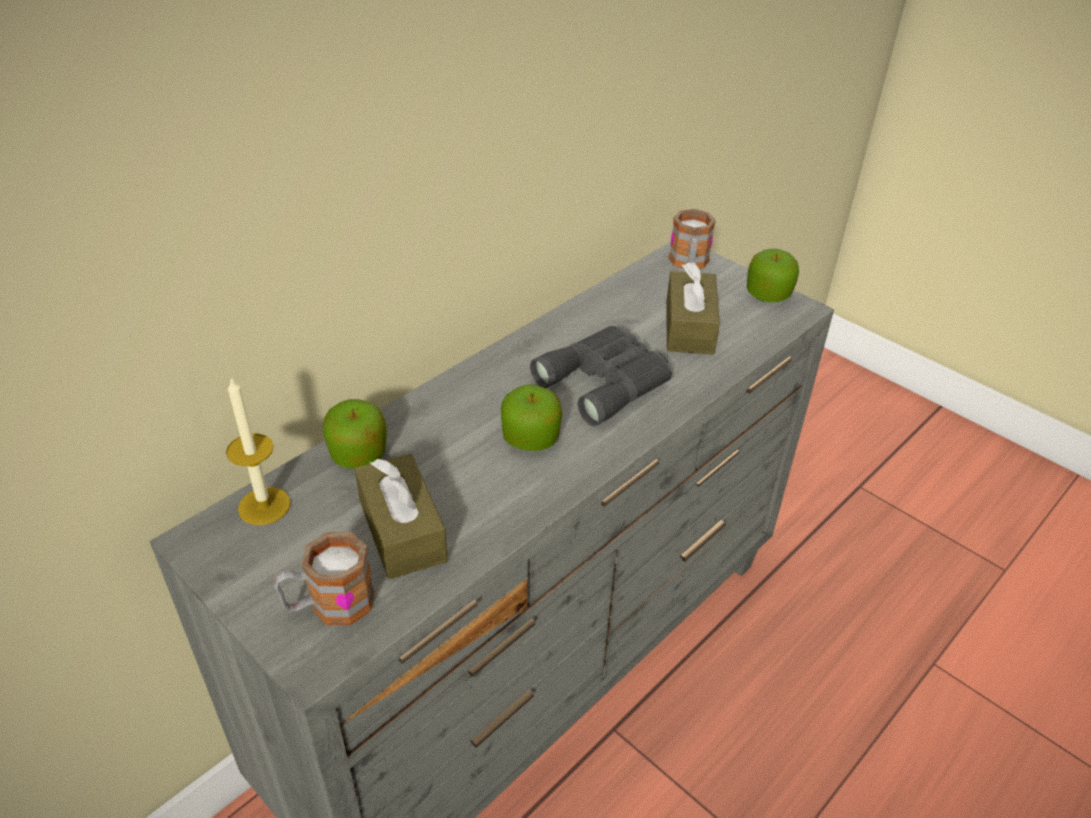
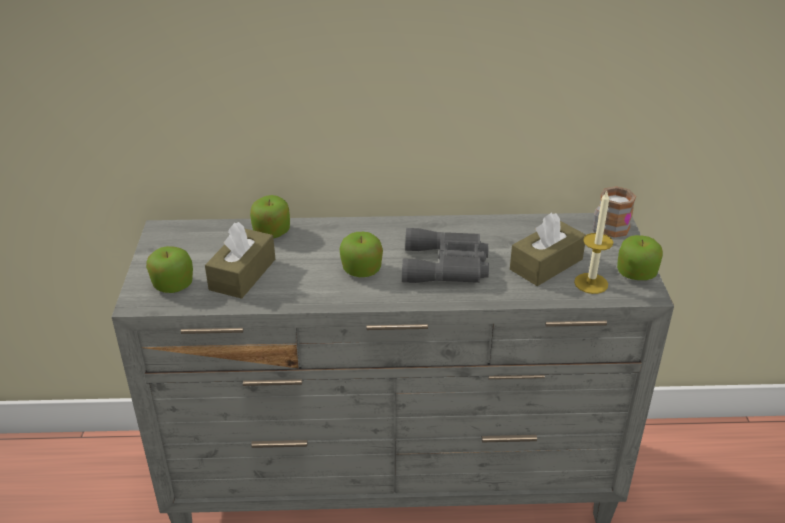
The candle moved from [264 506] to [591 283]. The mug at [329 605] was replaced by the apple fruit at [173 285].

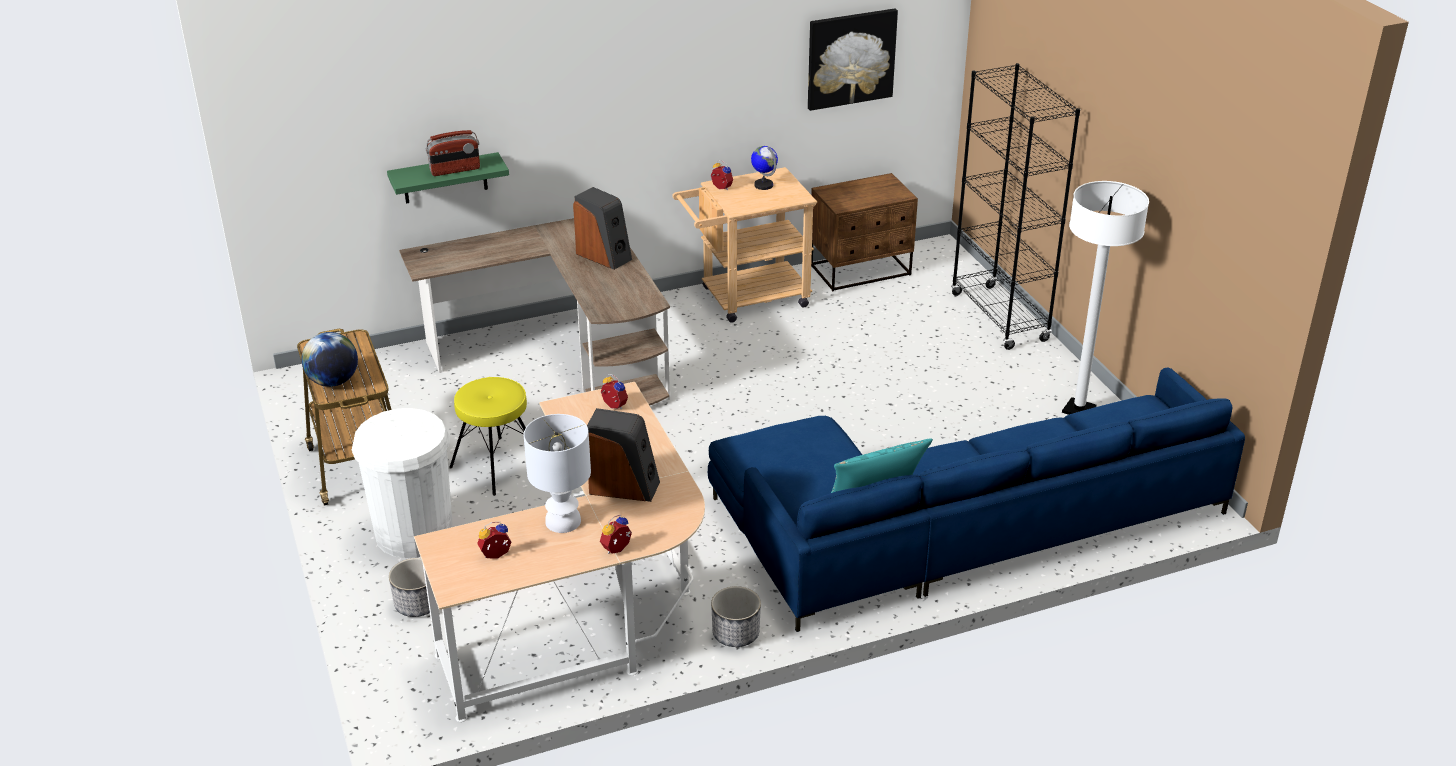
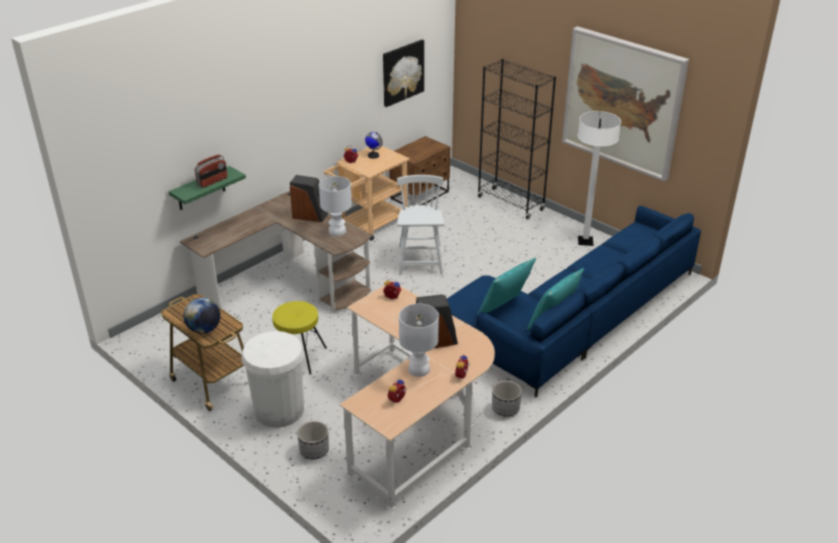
The white table lamp at [337 231] appeared. The white chair at [420 261] appeared. The turquoise pillow at [505 308] appeared. The picture at [622 102] appeared.

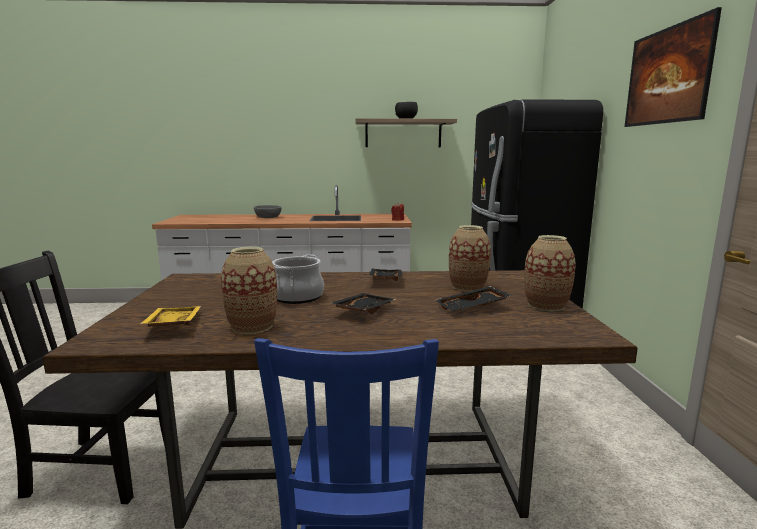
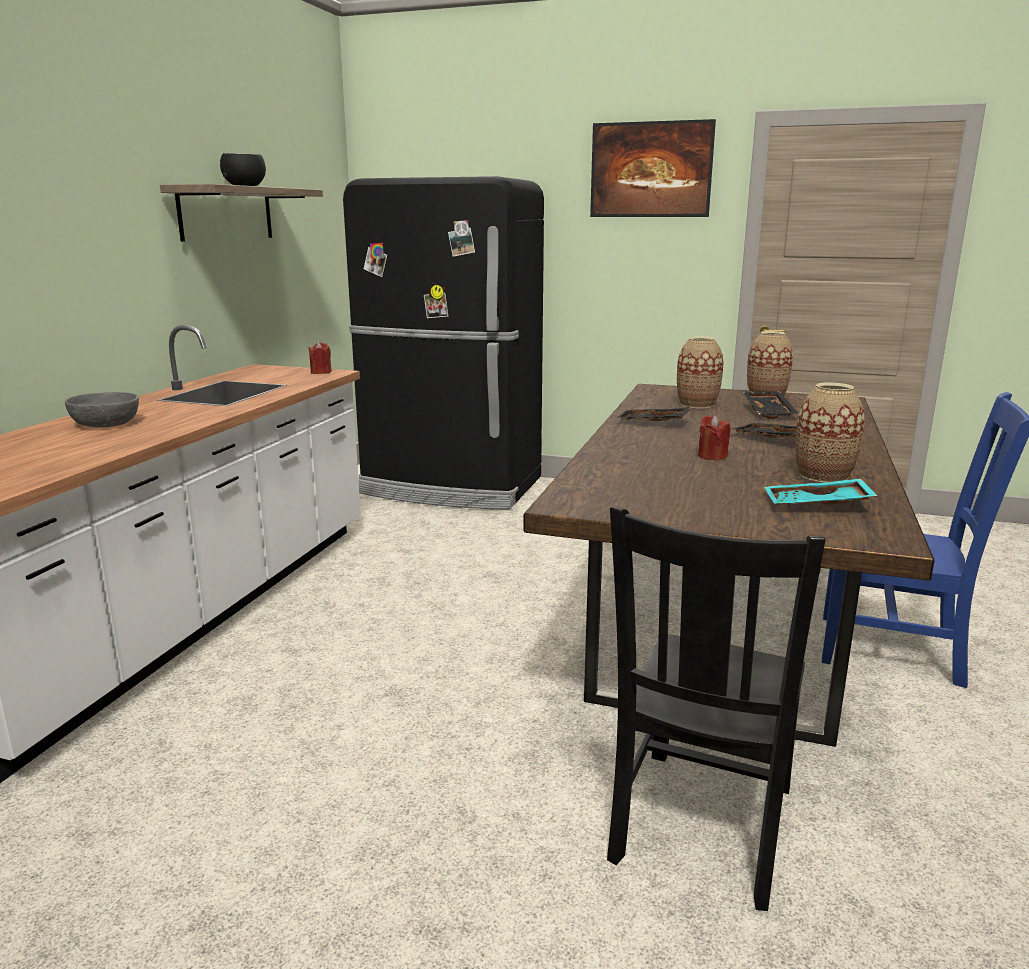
The yellowish serving tray at [172 325] became the turquoise serving tray at [817 505]. The stockpot at [297 297] was replaced by the red candle at [712 456].

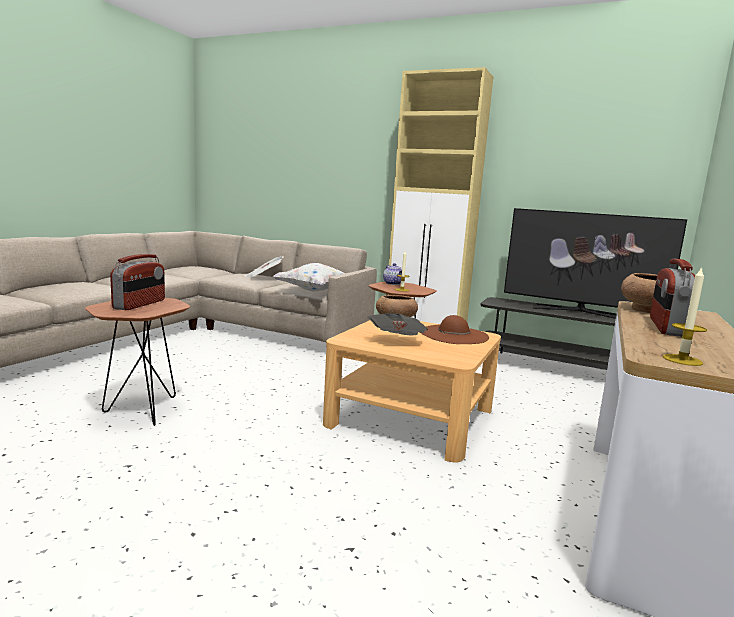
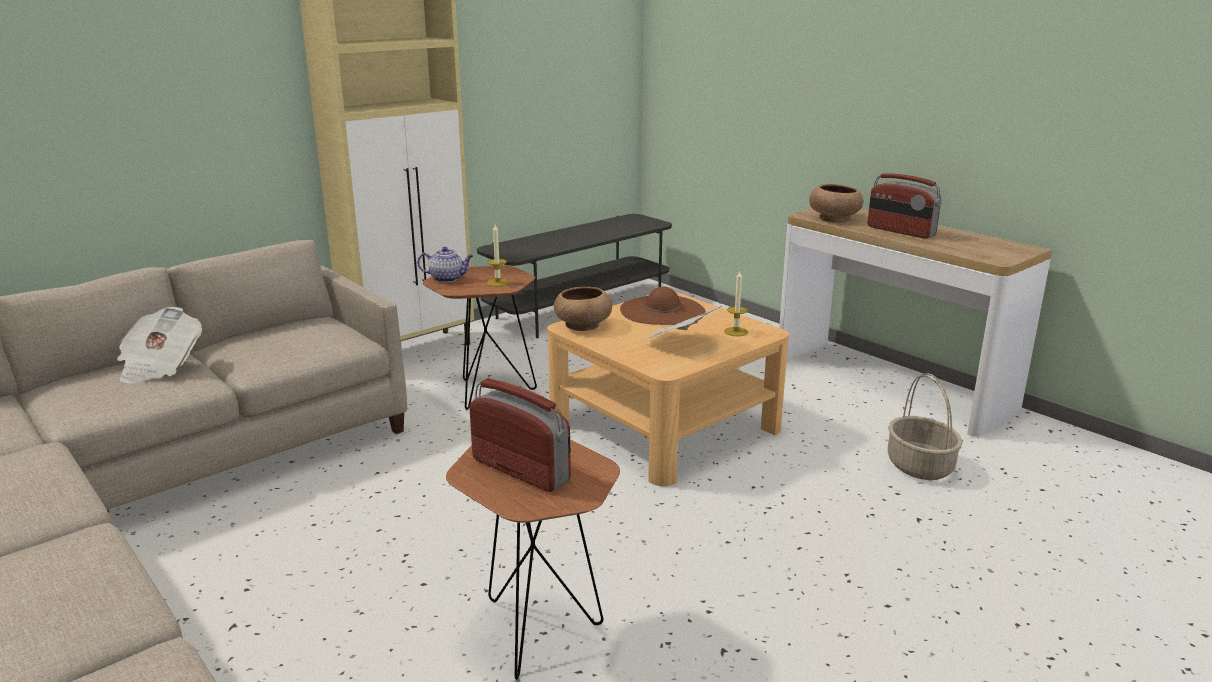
The white pillow at [314 291] disappeared. The TV set at [579 312] disappeared. The candle moved from [682 360] to [736 331]. The basket at [920 466] appeared.

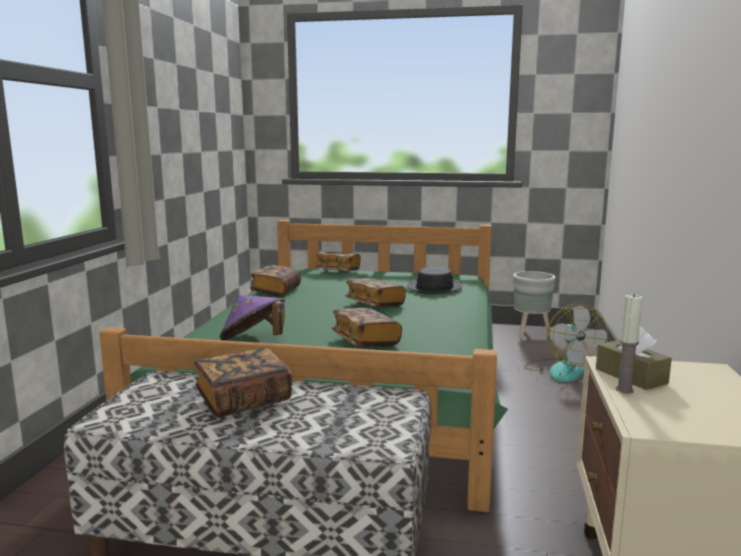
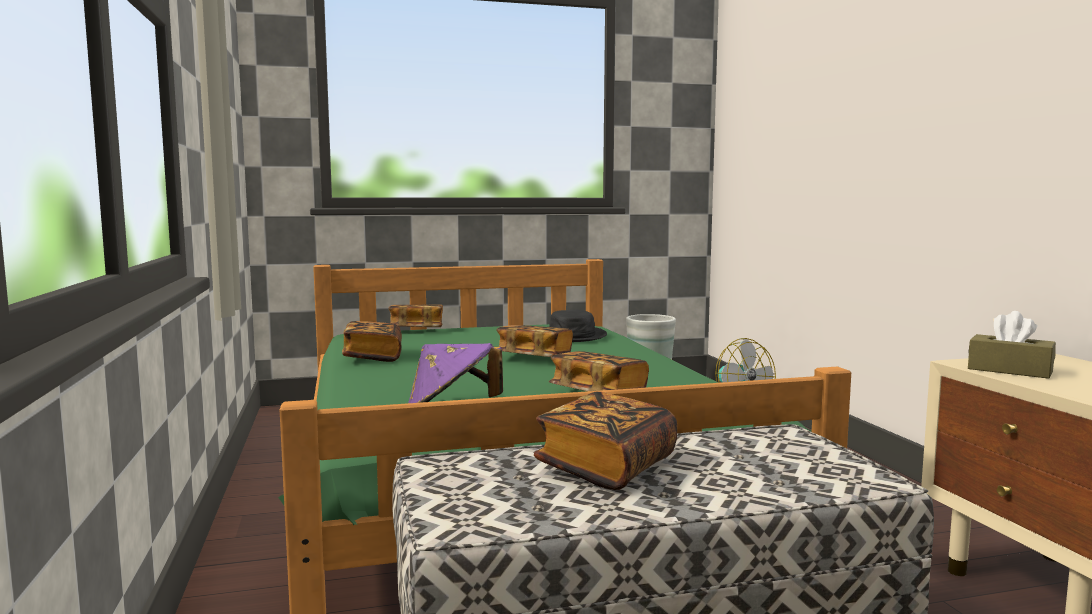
The candle at [624 390] disappeared.

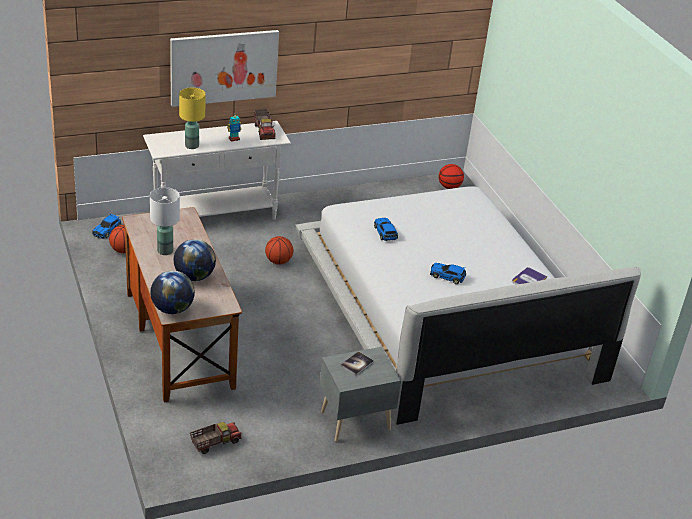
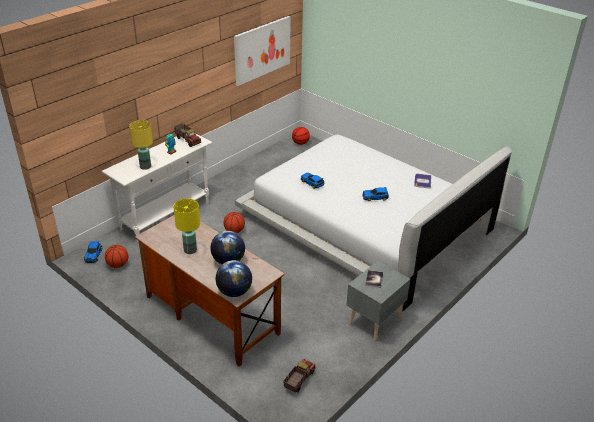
The white table lamp at [165 251] became the yellowish table lamp at [190 250]. The picture moved from [224 67] to [262 50].

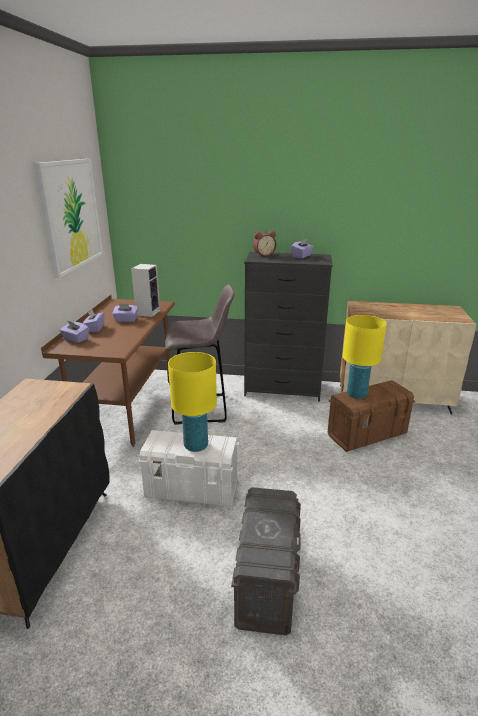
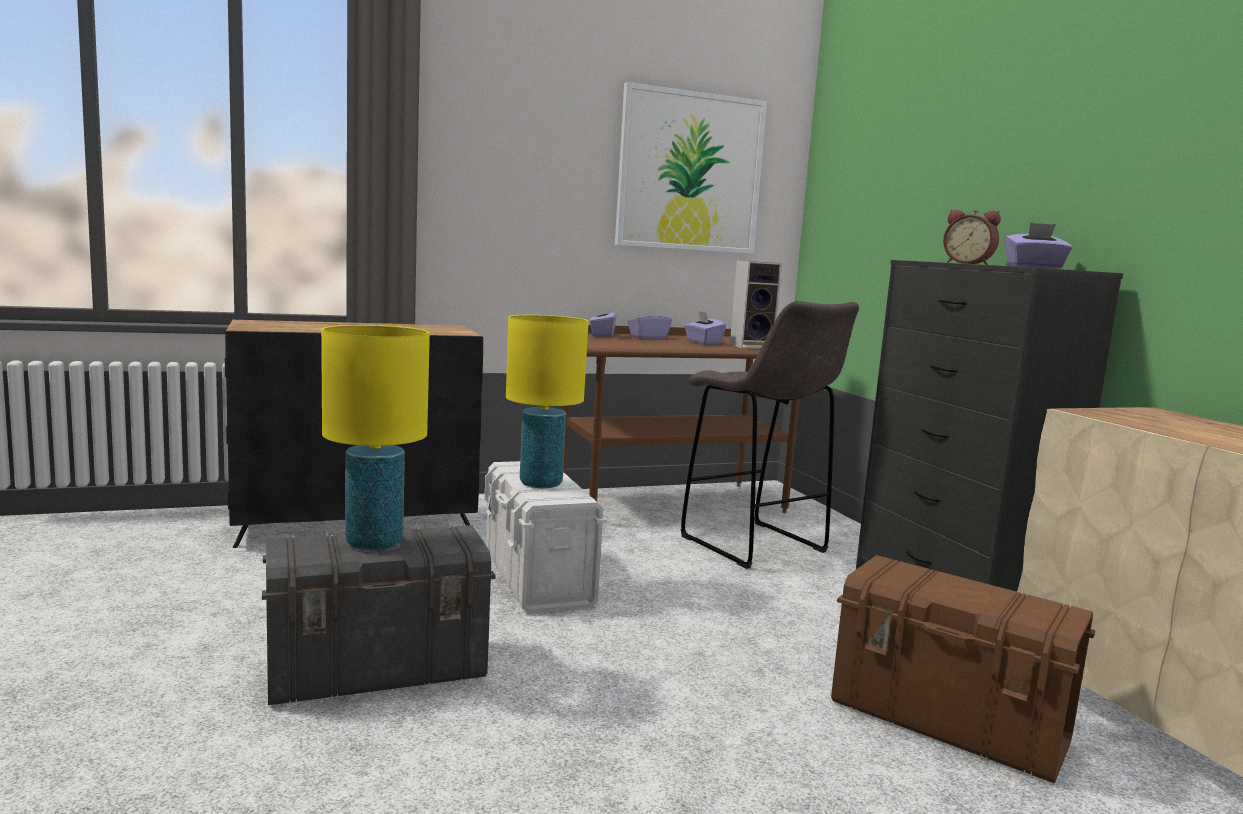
The yellowish table lamp moved from [357 394] to [374 543].

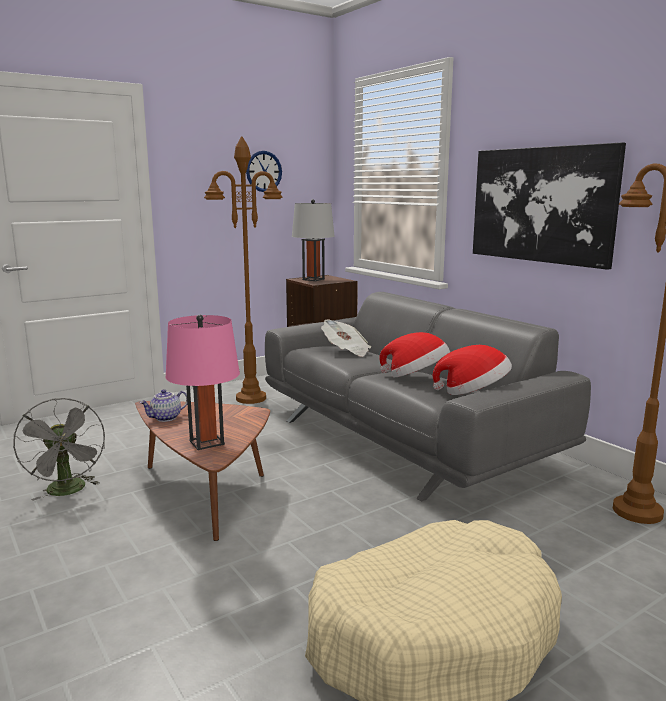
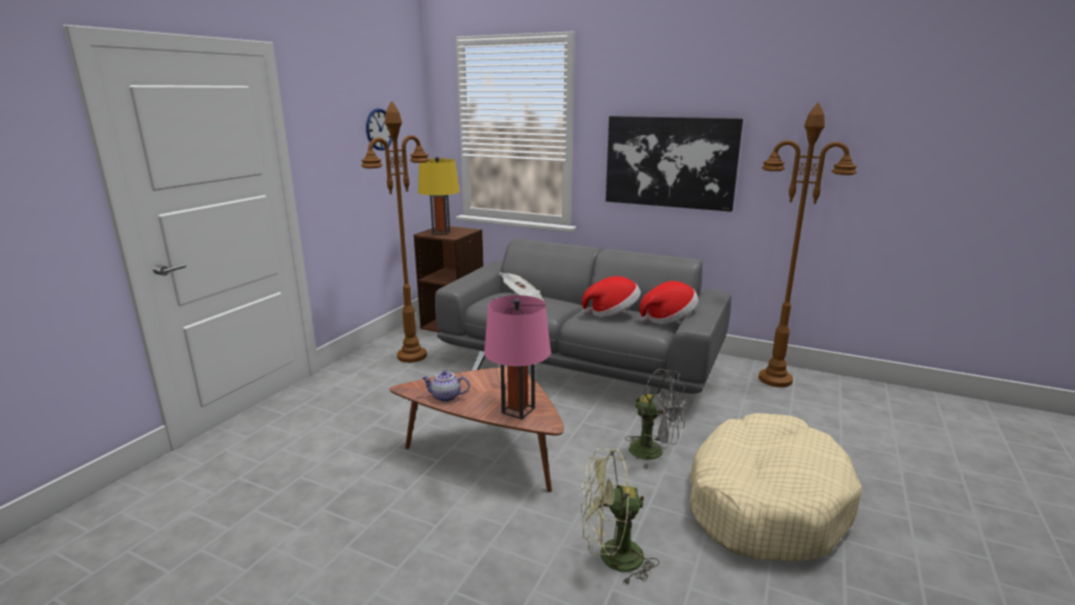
The grey electric fan moved from [68 491] to [654 452]. The tea pot at [166 418] turned 75 degrees clockwise. The grey table lamp at [313 279] became the yellowish table lamp at [441 232]. The greenish electric fan at [611 558] appeared.

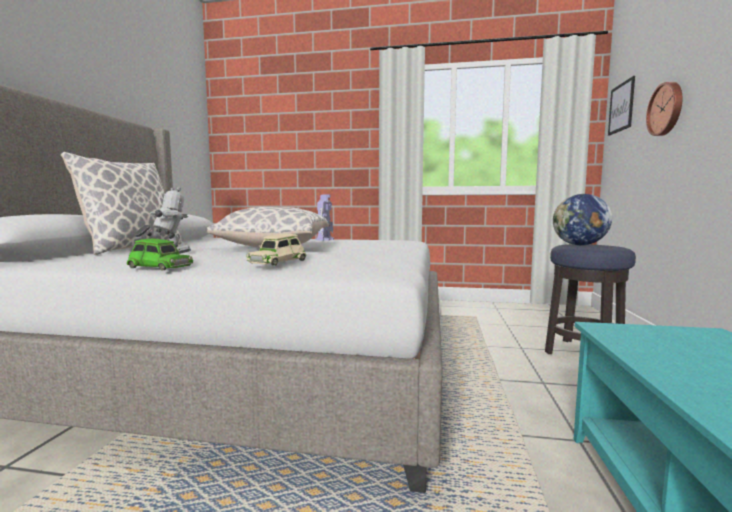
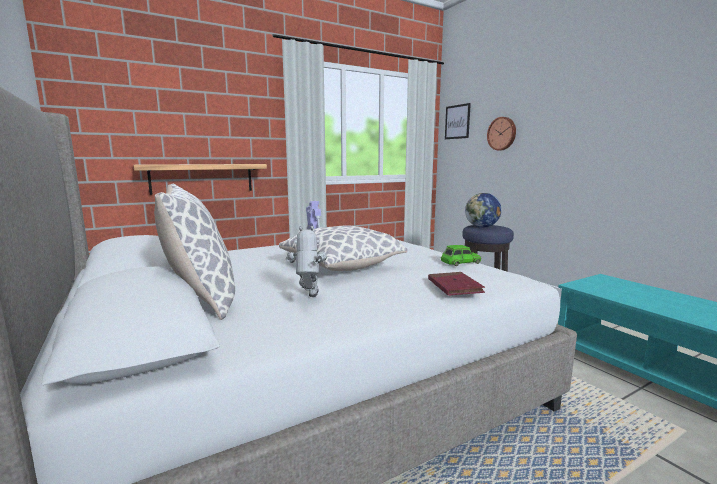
The greenish toy car moved from [159 267] to [460 262]. The sand-coloured toy car at [278 261] was replaced by the red volume at [454 286]. The wall shelf at [202 178] appeared.

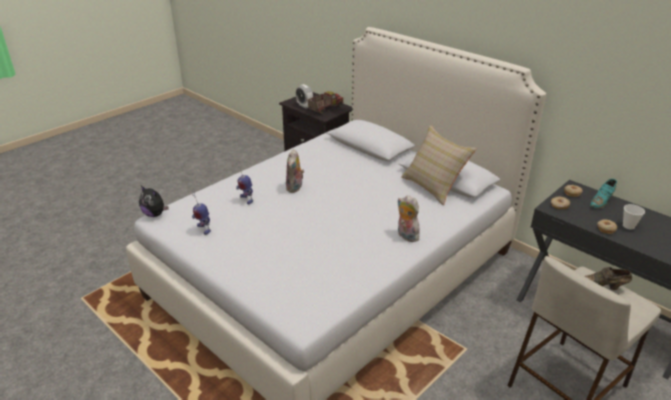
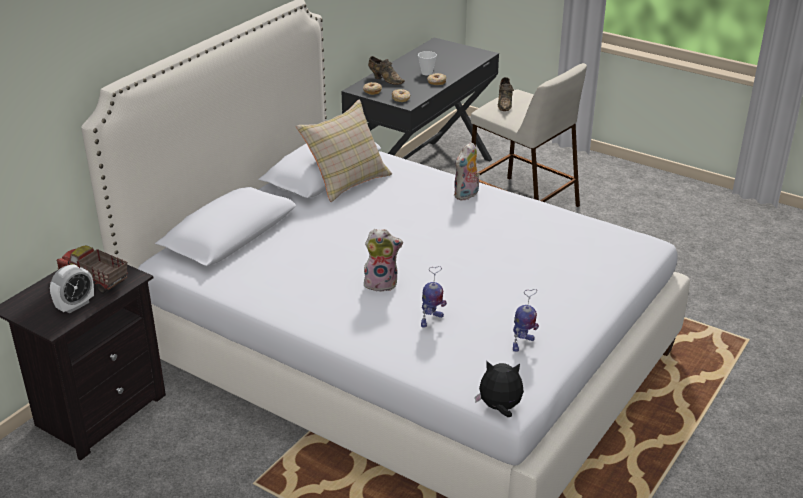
The plush toy at [155 214] turned 105 degrees counterclockwise. The turquoise shoe at [602 201] became the brownish shoe at [385 79].

